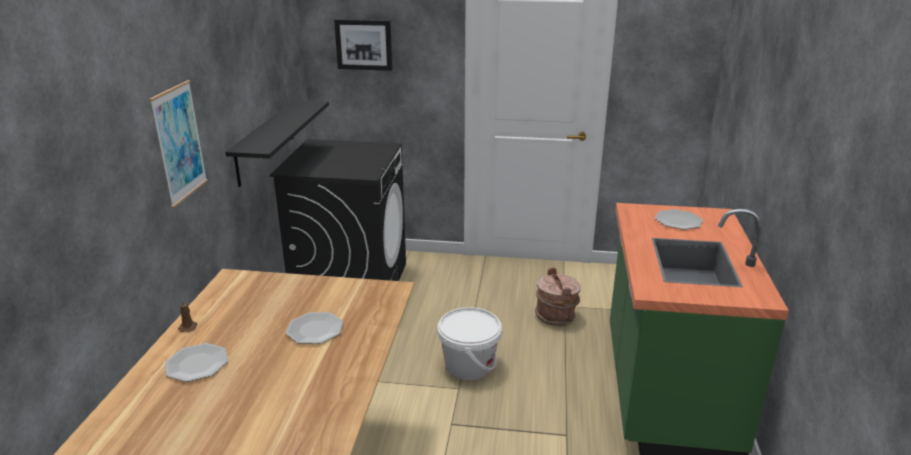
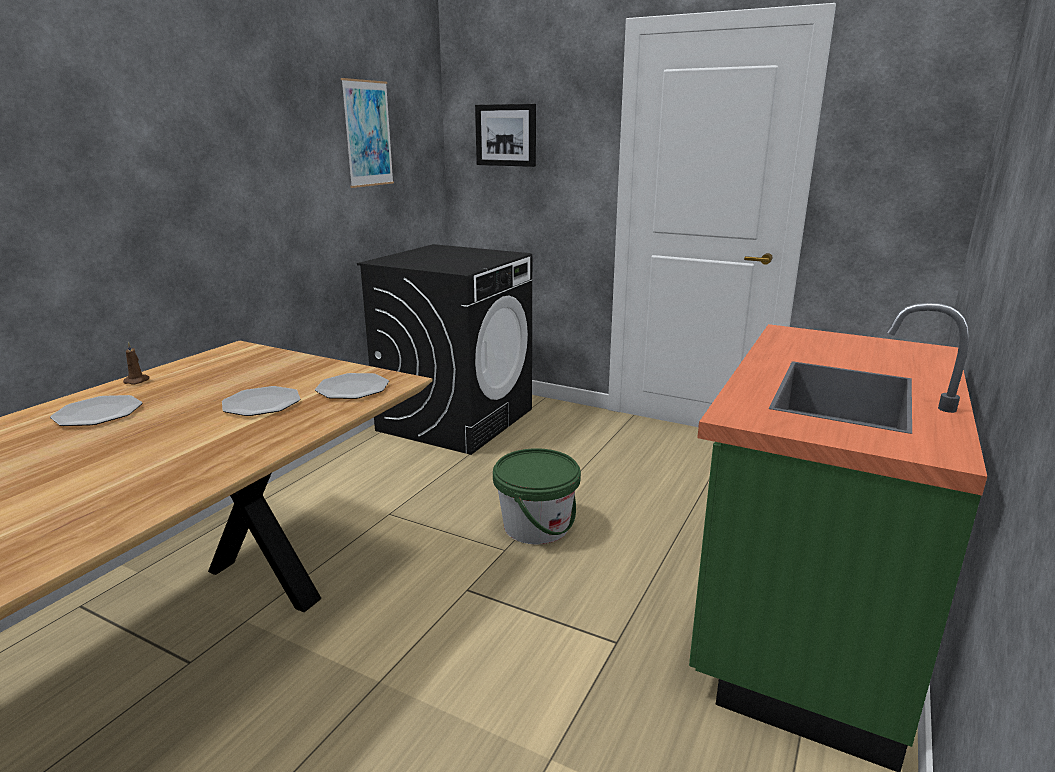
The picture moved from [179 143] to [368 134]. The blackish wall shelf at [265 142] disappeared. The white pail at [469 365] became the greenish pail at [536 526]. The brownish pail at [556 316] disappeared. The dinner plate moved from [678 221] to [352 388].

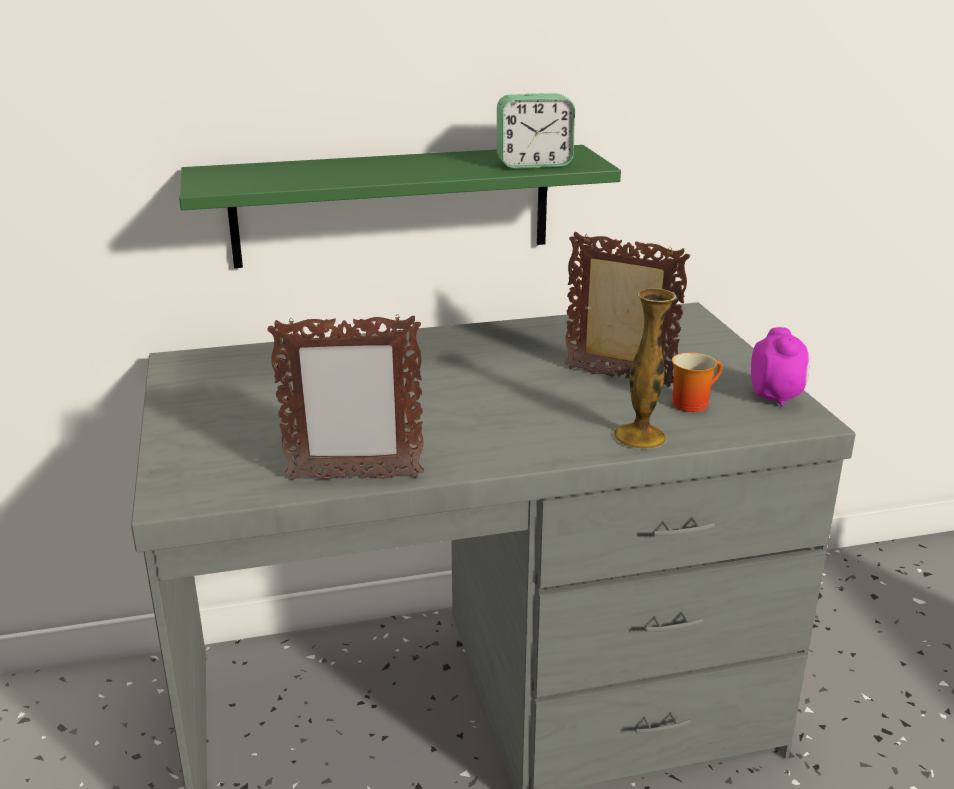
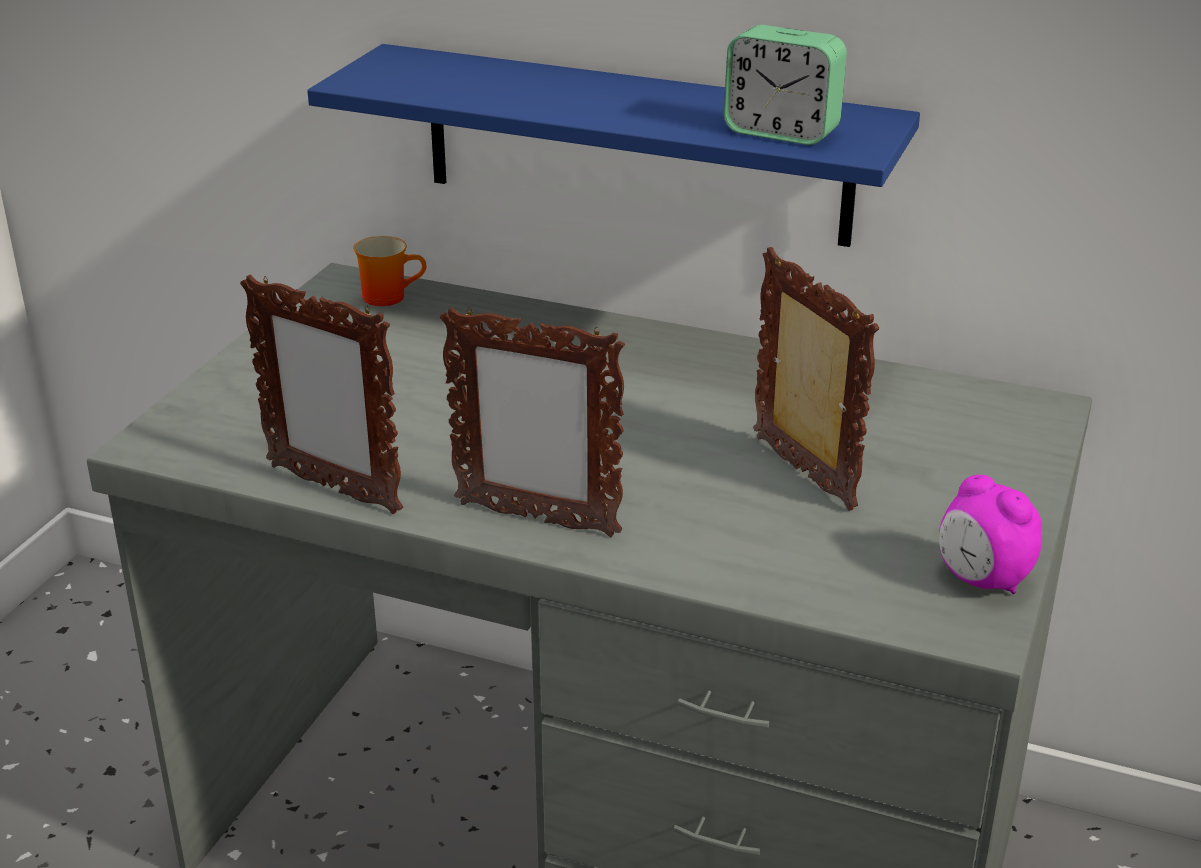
The greenish wall shelf at [392 206] became the blue-coloured wall shelf at [635 145]. The vase at [639 436] disappeared. The mug moved from [691 402] to [389 296]. The table clock at [776 397] turned 105 degrees clockwise. The picture frame at [536 519] appeared.

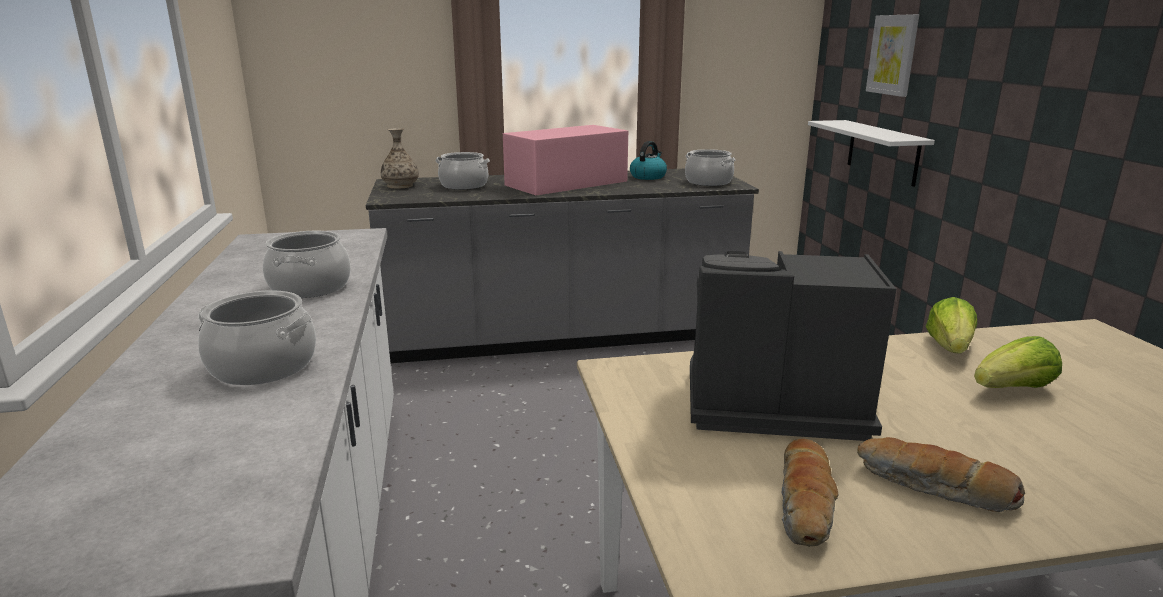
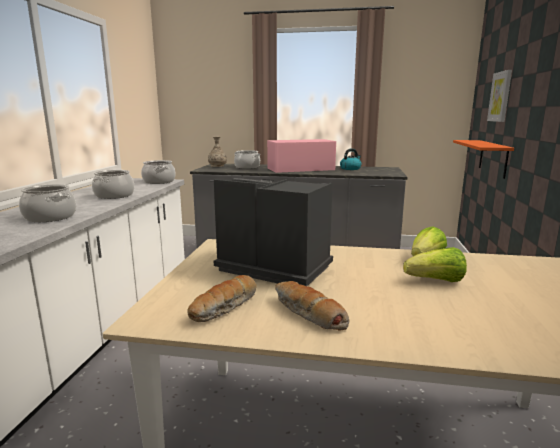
The stockpot moved from [708 182] to [159 181]. The white wall shelf at [882 152] became the orange-coloured wall shelf at [493 158].

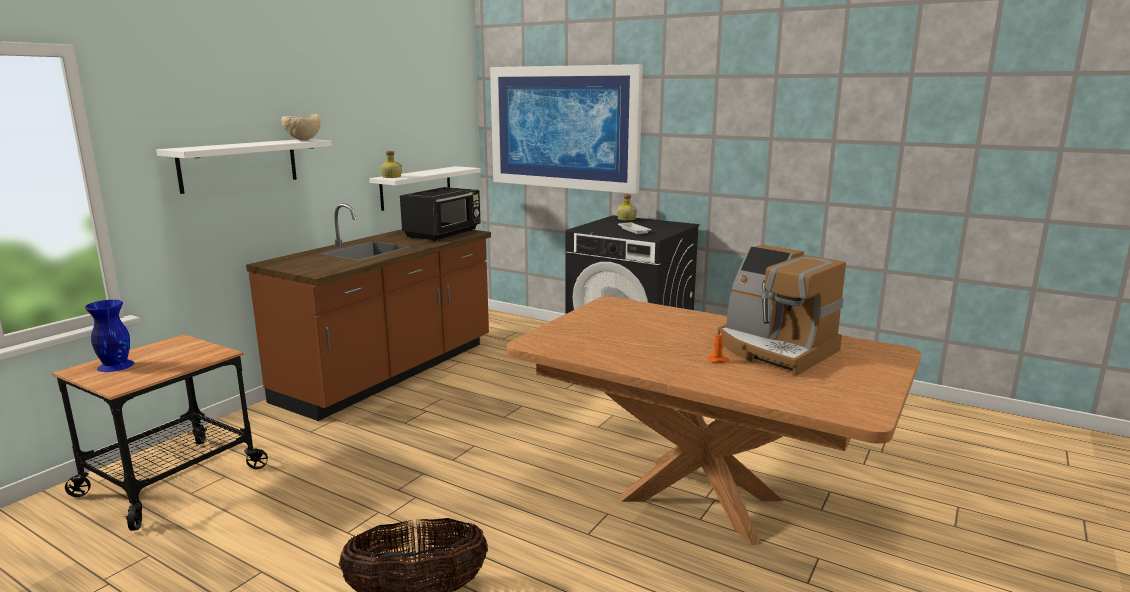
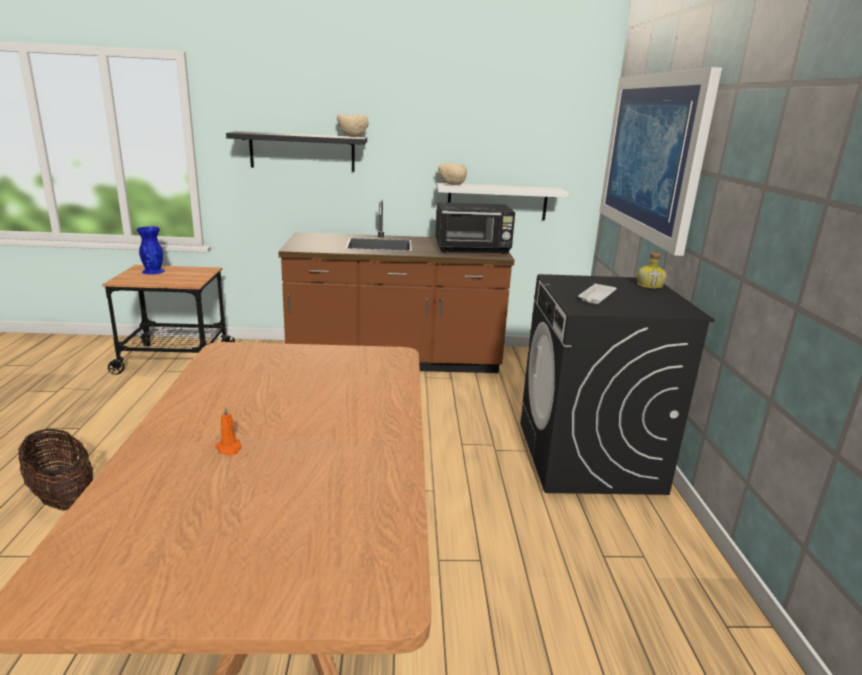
The white wall shelf at [239 165] became the blackish wall shelf at [302 152]. The beverage bottle at [391 177] was replaced by the sand-coloured bowl at [451 184]. The coffee maker at [774 349] disappeared.

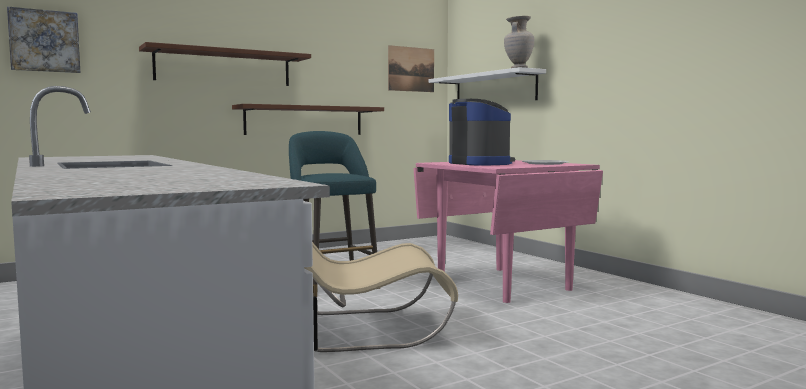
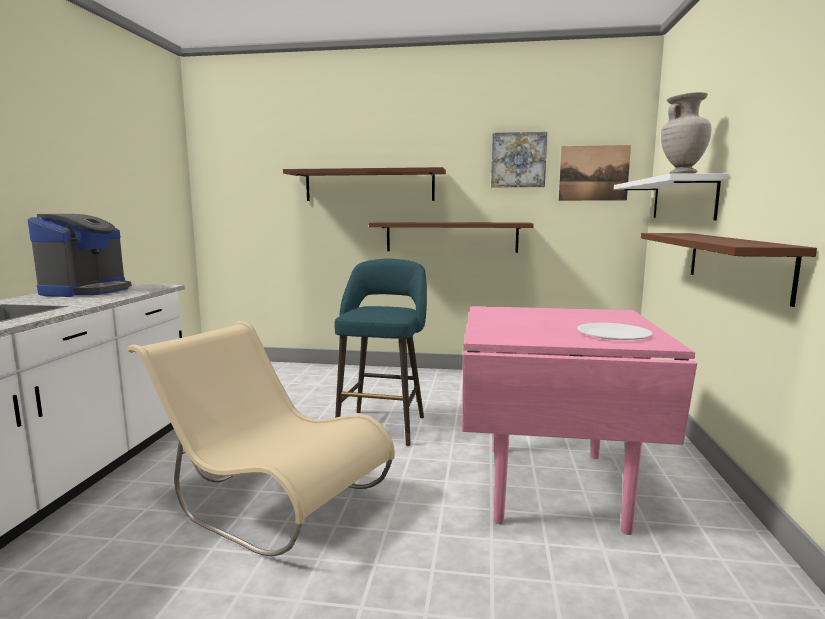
The picture moved from [44 41] to [518 160]. The coffee maker moved from [480 163] to [86 291]. The brownish wall shelf at [735 263] appeared.

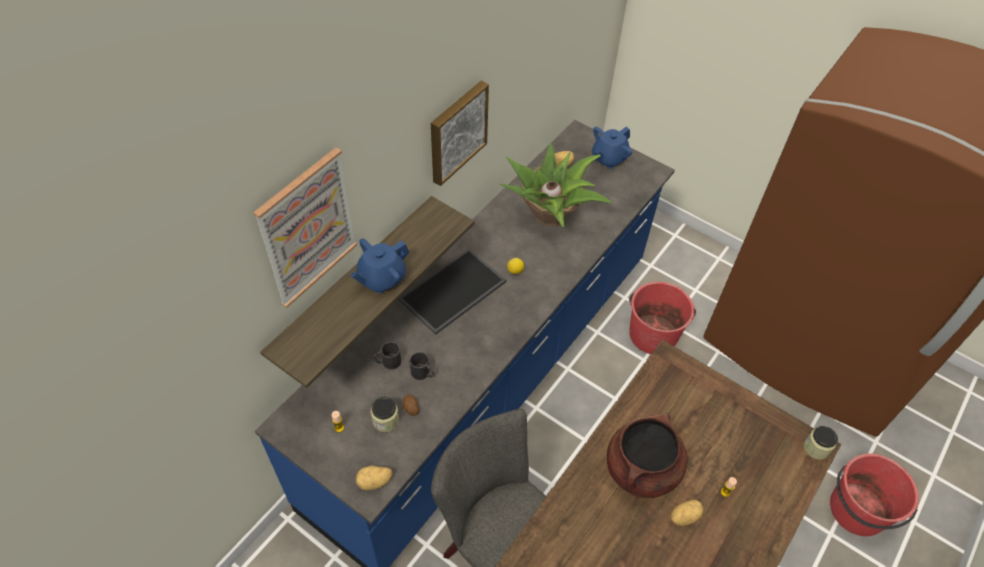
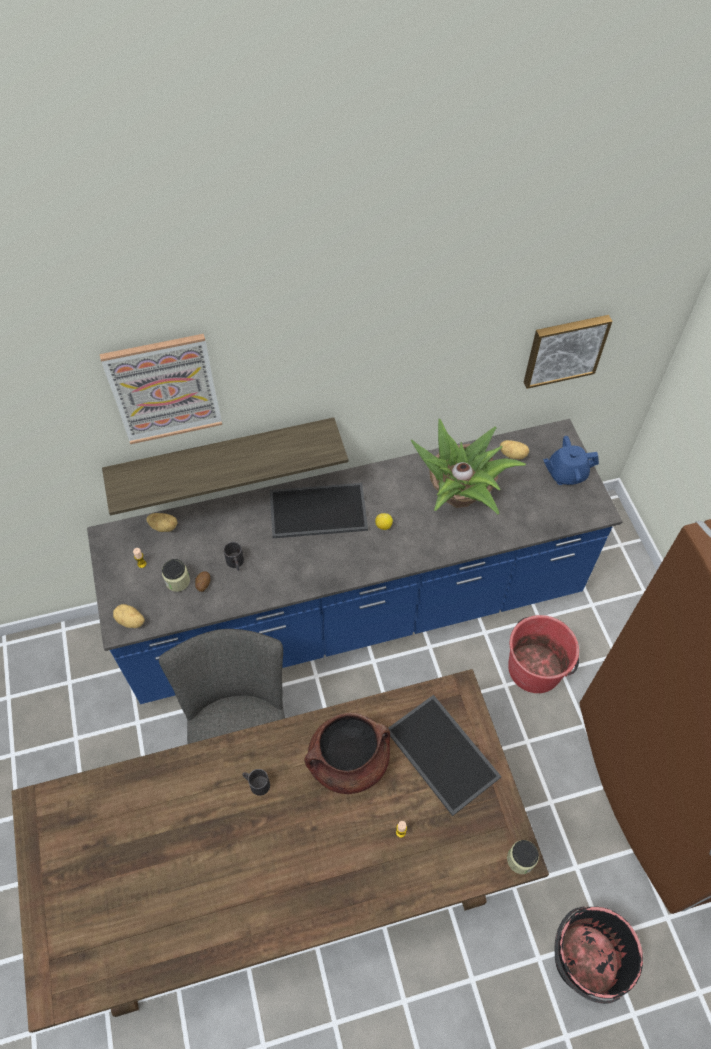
The blue-coloured tea pot at [381 278] disappeared. The blackish mug moved from [387 362] to [256 783]. The picture moved from [456 131] to [564 349]. The whole potato moved from [684 516] to [164 526]. The red pail at [857 510] became the blackish pail at [584 960]. The serving tray at [444 753] appeared.

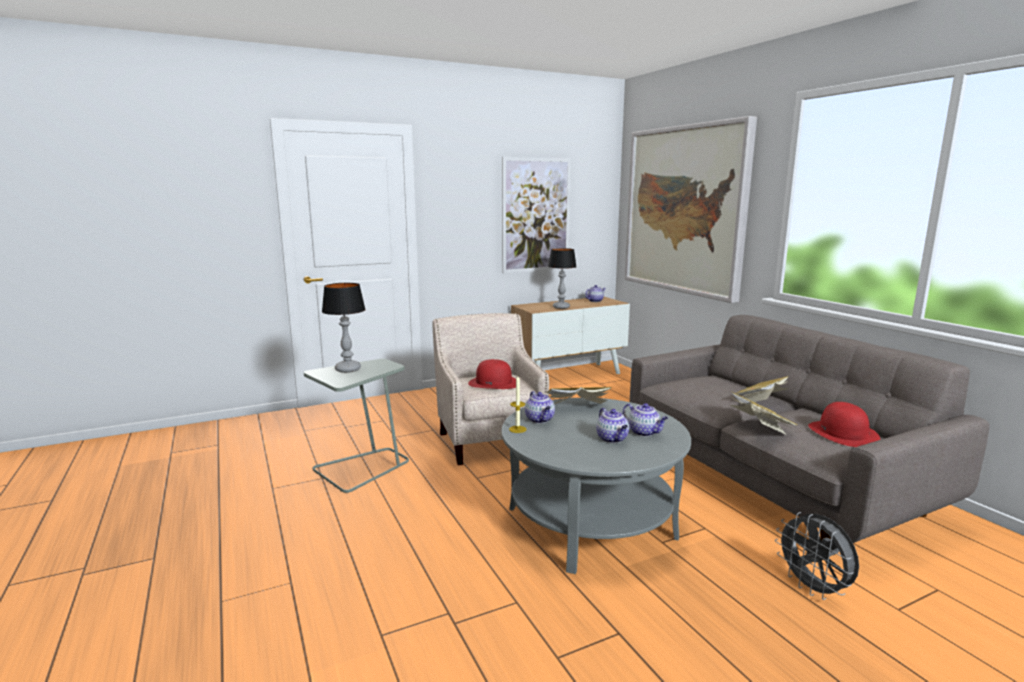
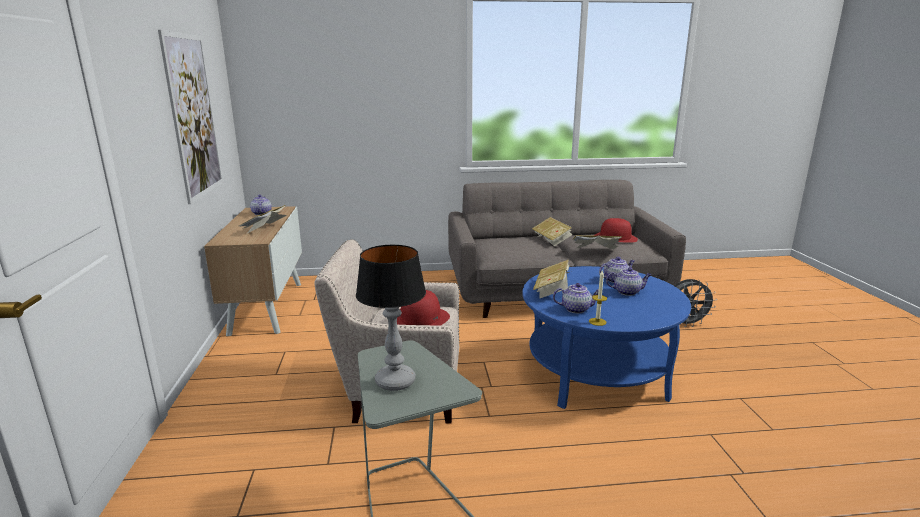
The grey low table at [591 522] became the blue-coloured low table at [596 373]. The table lamp at [561 307] was replaced by the volume at [265 229]. The picture at [684 210] disappeared.

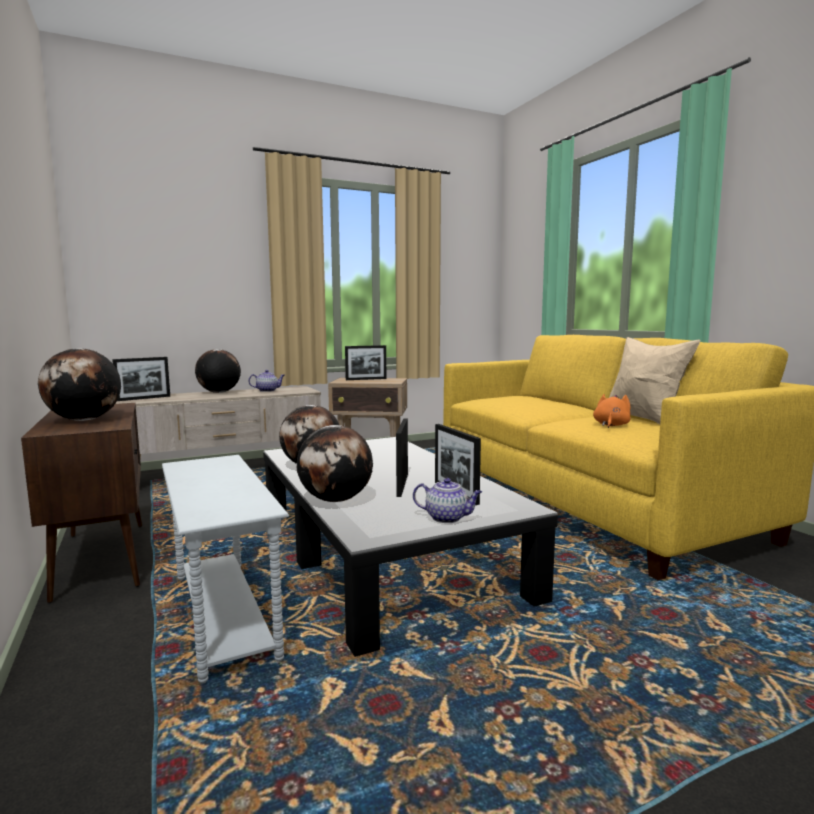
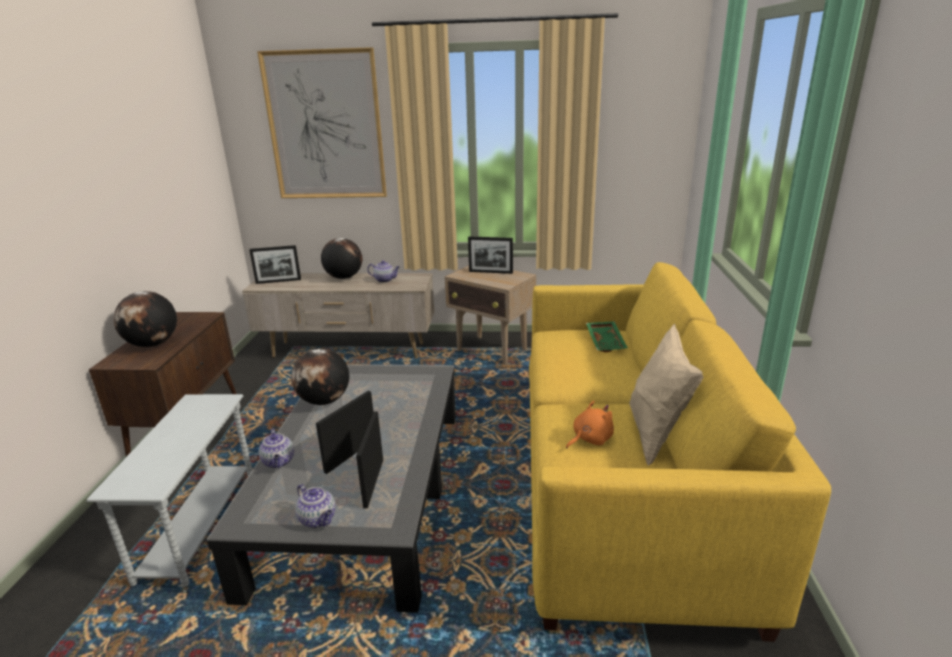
The desk globe at [336 500] was replaced by the tea pot at [279 462]. The picture at [325 126] appeared. The greenish serving tray at [606 342] appeared.

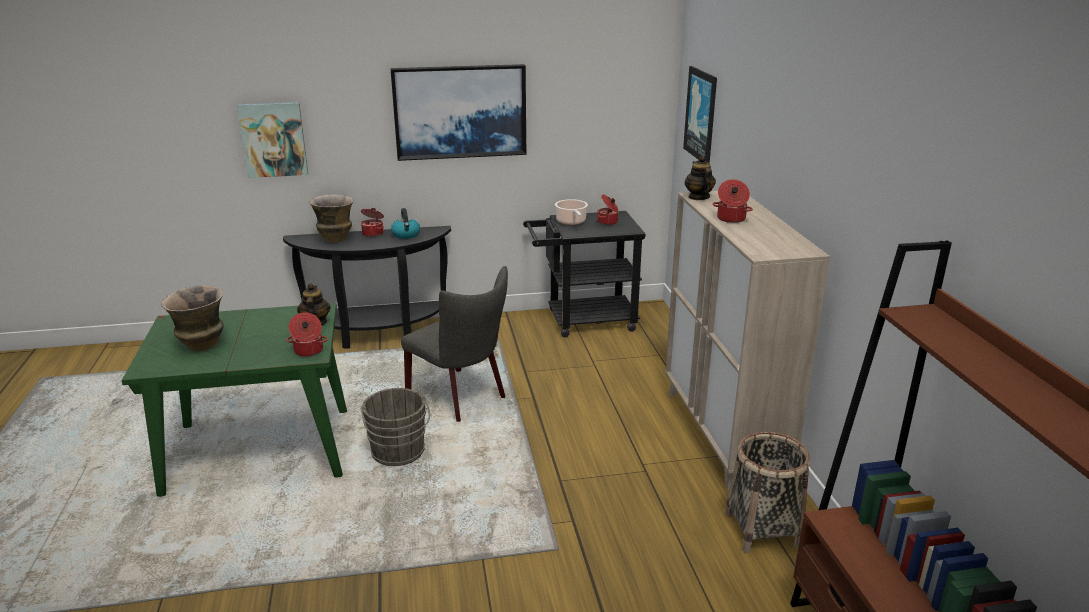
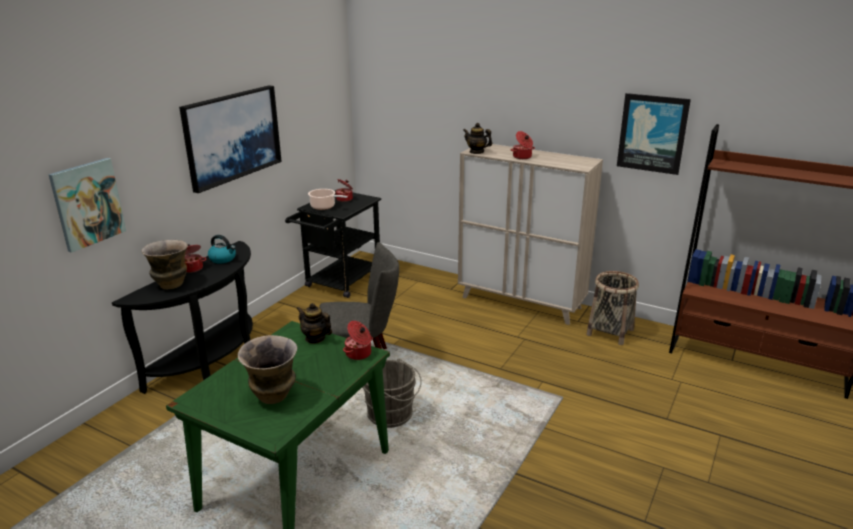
The picture moved from [701 115] to [652 133].

